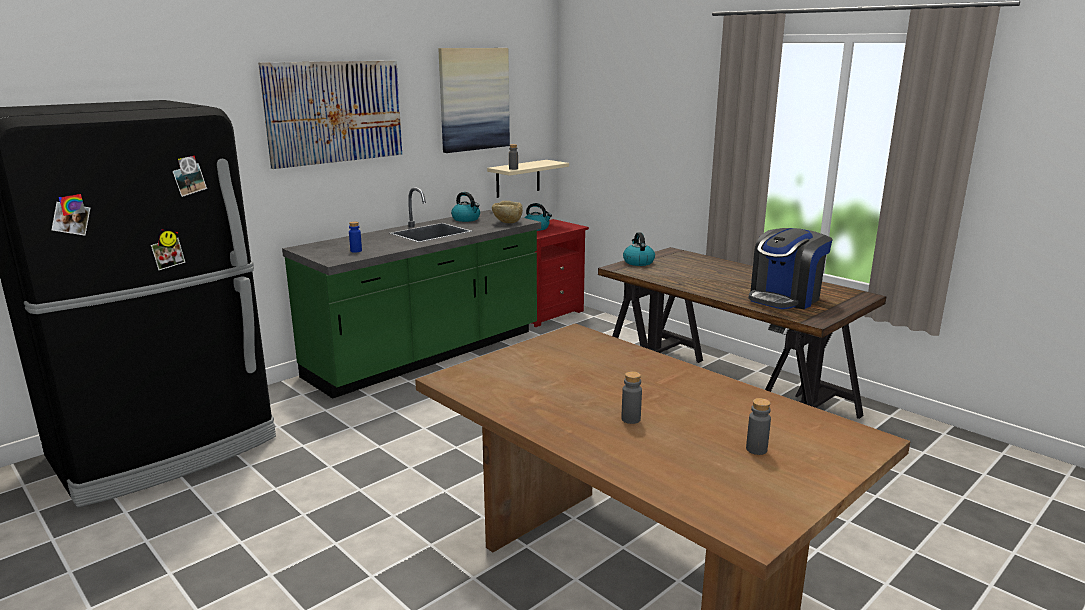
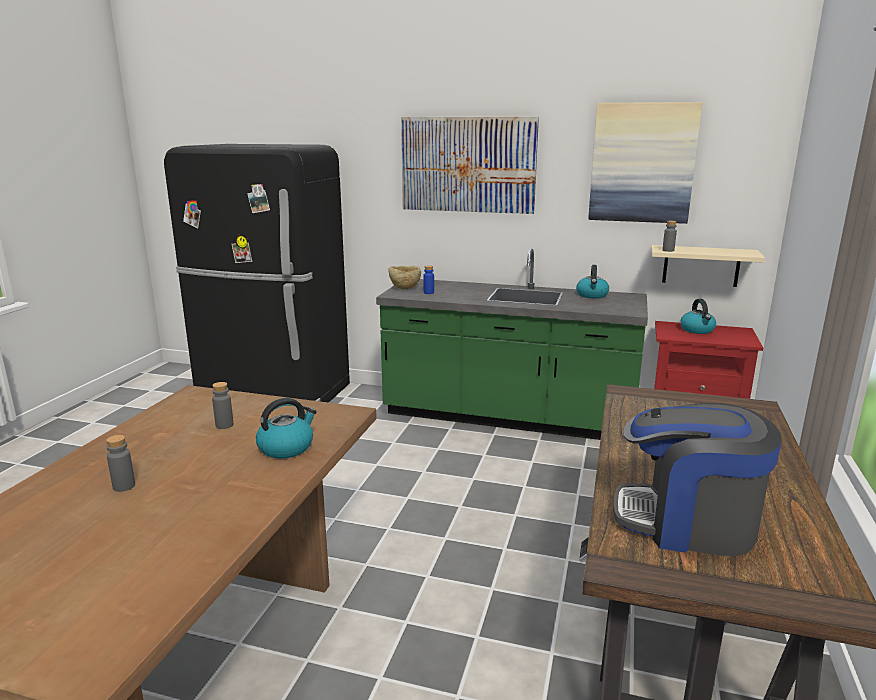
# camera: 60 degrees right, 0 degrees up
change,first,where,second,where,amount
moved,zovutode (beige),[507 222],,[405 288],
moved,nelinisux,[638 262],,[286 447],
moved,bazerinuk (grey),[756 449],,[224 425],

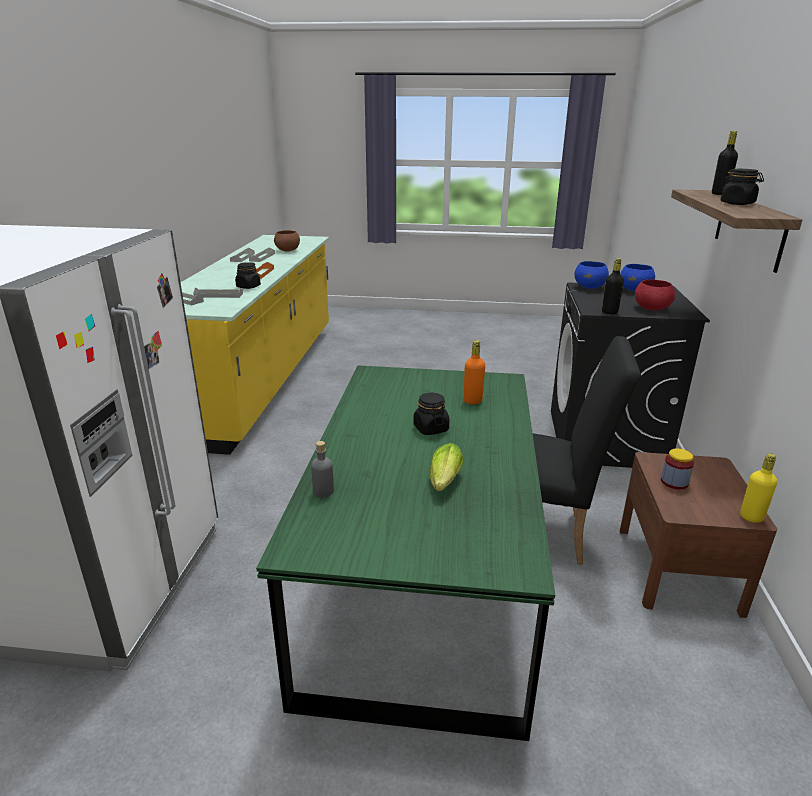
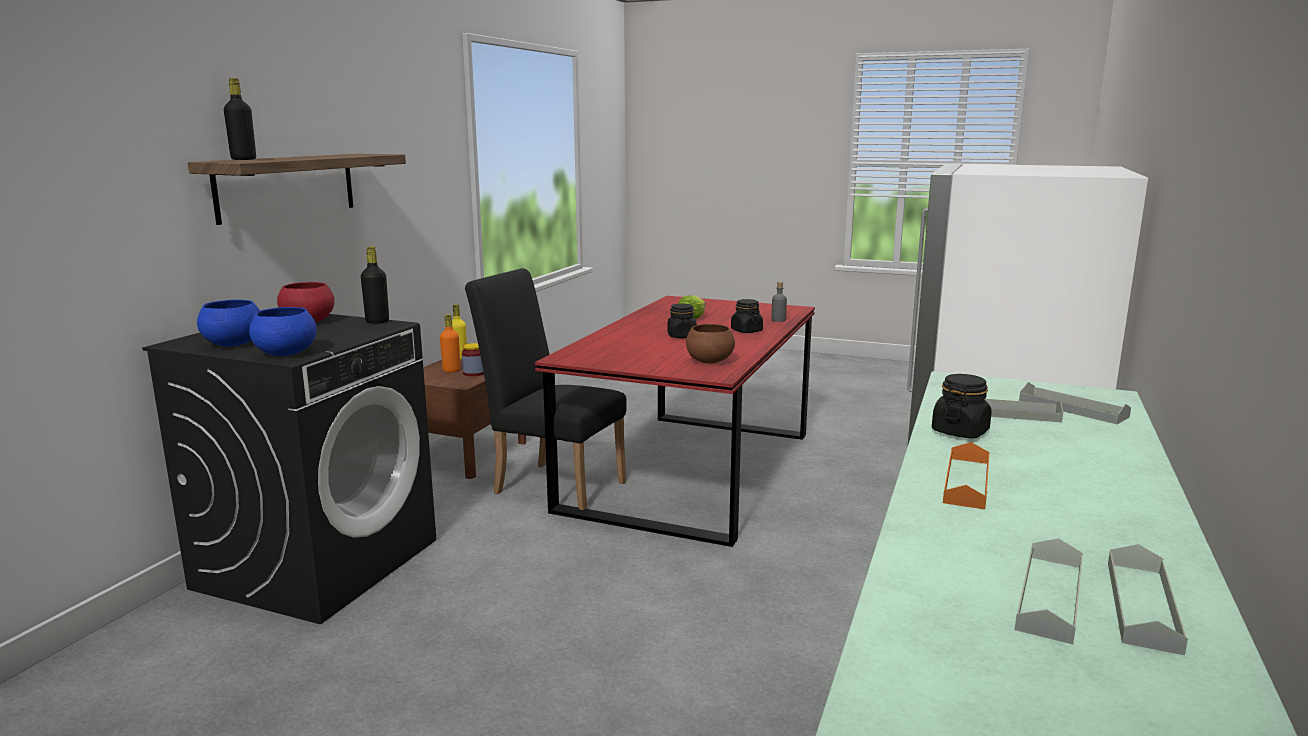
# camera: 165 degrees left, 10 degrees down
change,first,where,second,where,amount
moved,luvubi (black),[737 203],,[746 331],
moved,zovutode (brown),[288 250],,[709 361],
moved,bazerinuk (orange),[472 401],,[451 370],
recoloured,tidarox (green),[420 582],tidarox (red),[692 470],

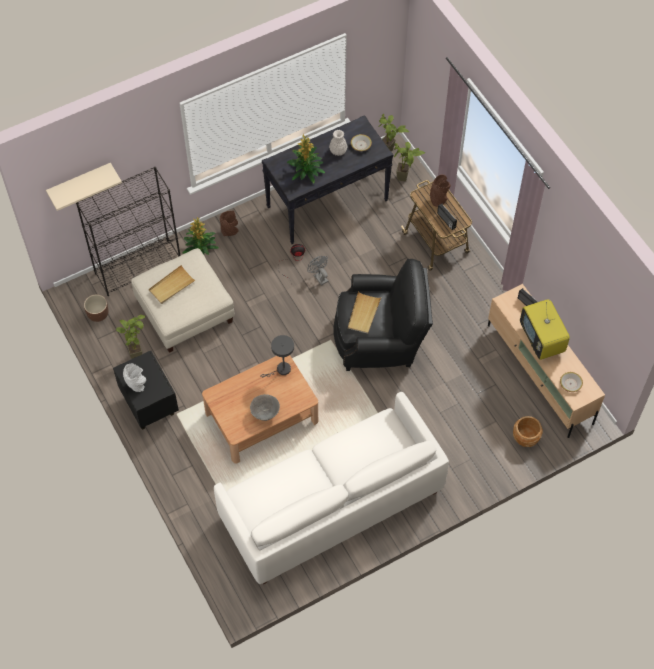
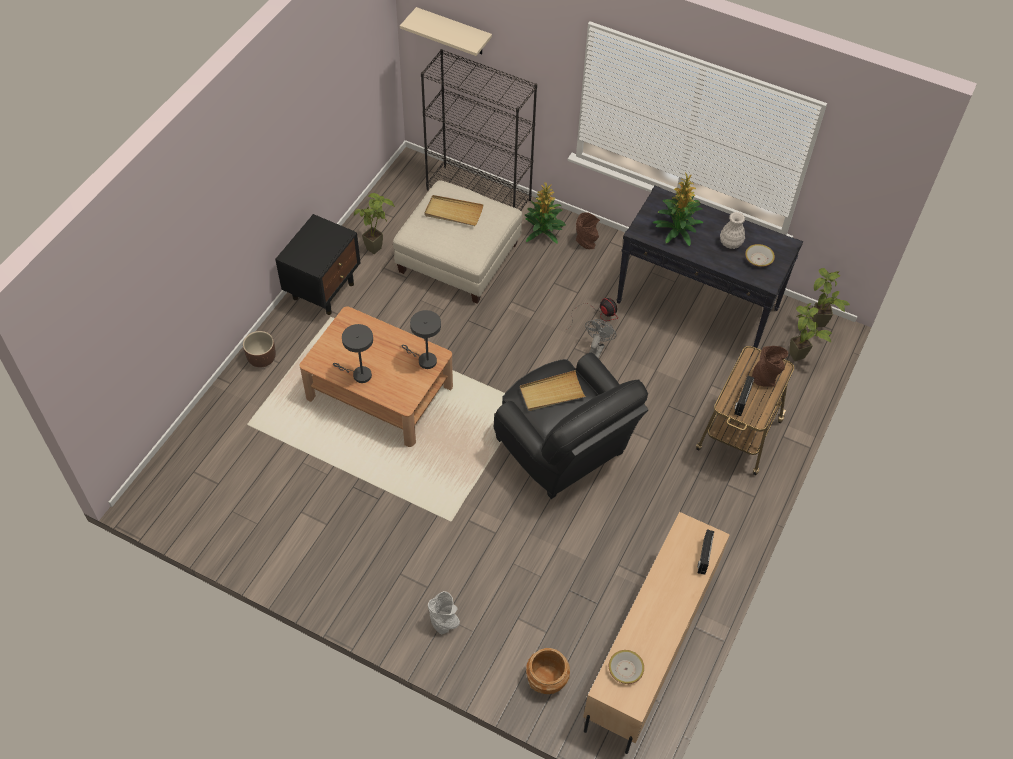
# camera: 55 degrees right, 5 degrees down
change,first,where,second,where,amount
moved,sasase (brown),[98 314],,[261 358],
removed,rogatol,[542 340],,,
moved,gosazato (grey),[136 385],,[444 622],
removed,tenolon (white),[331 504],,,
replaced,zovutode (grey),[265 413],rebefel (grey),[359 374],

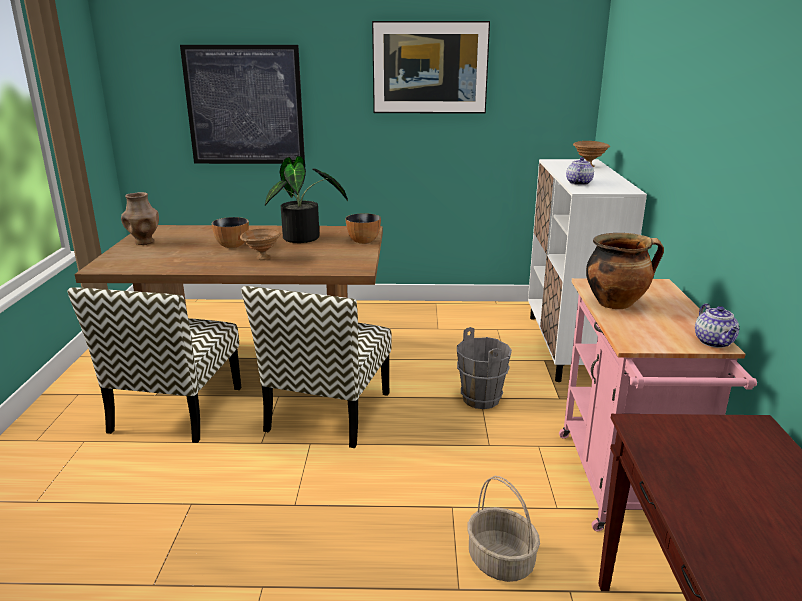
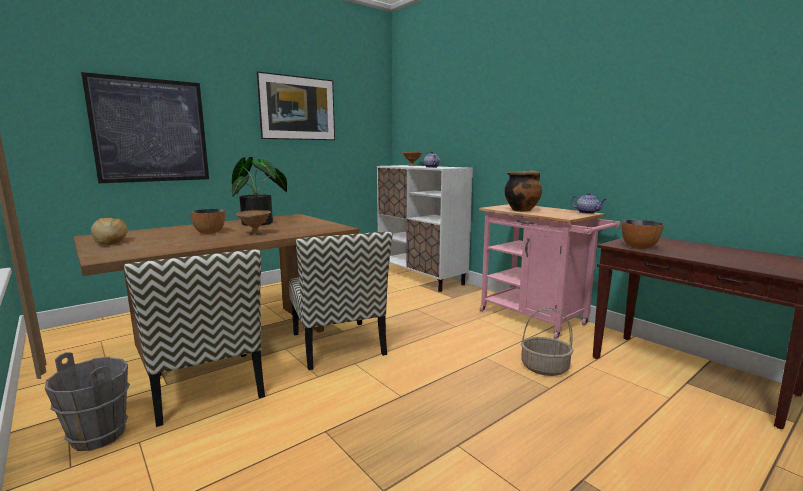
# camera: 40 degrees left, 10 degrees down
change,first,where,second,where,amount
replaced,gosazato (brown),[144 242],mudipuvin,[110 242],
moved,zovutode,[363 241],,[639 247],
moved,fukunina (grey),[481 399],,[99 435],

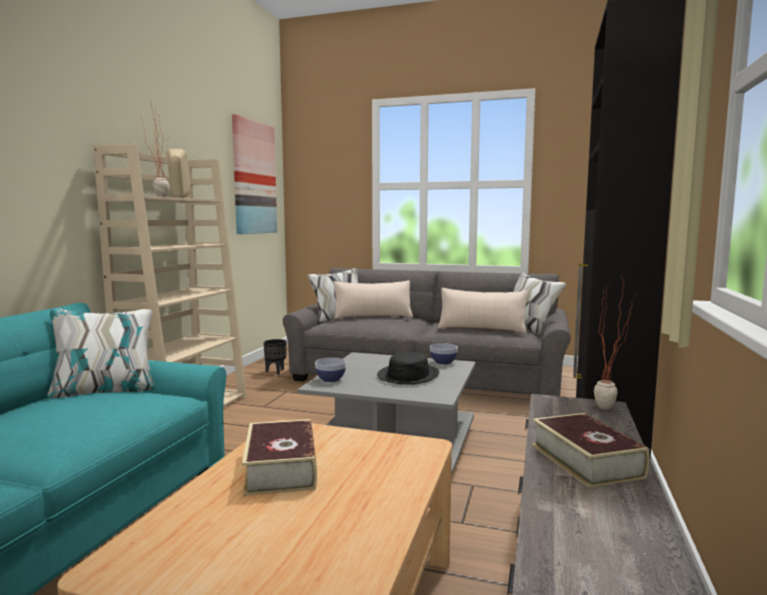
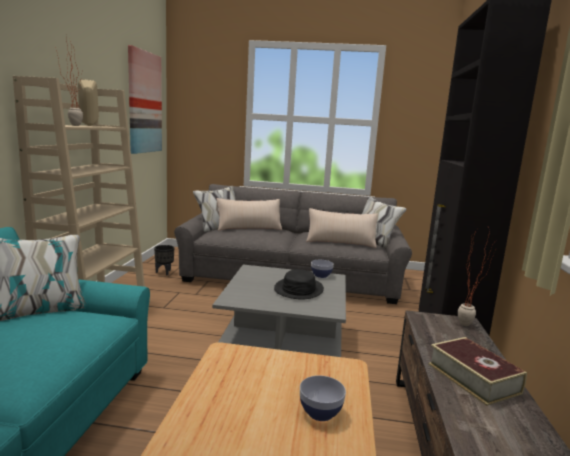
# camera: 10 degrees left, 5 degrees up
change,first,where,second,where,amount
moved,zovutode,[330 379],,[320 412],
removed,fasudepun,[281 468],,,

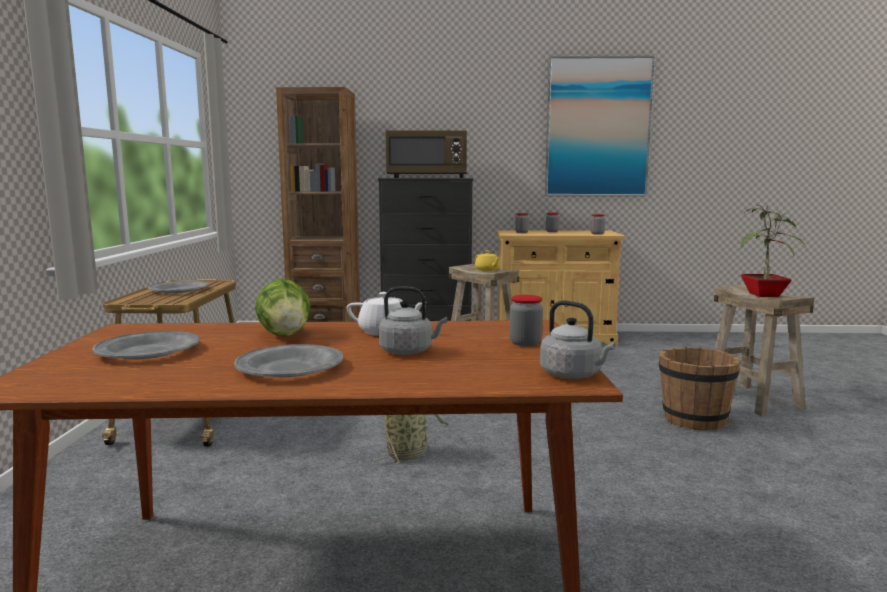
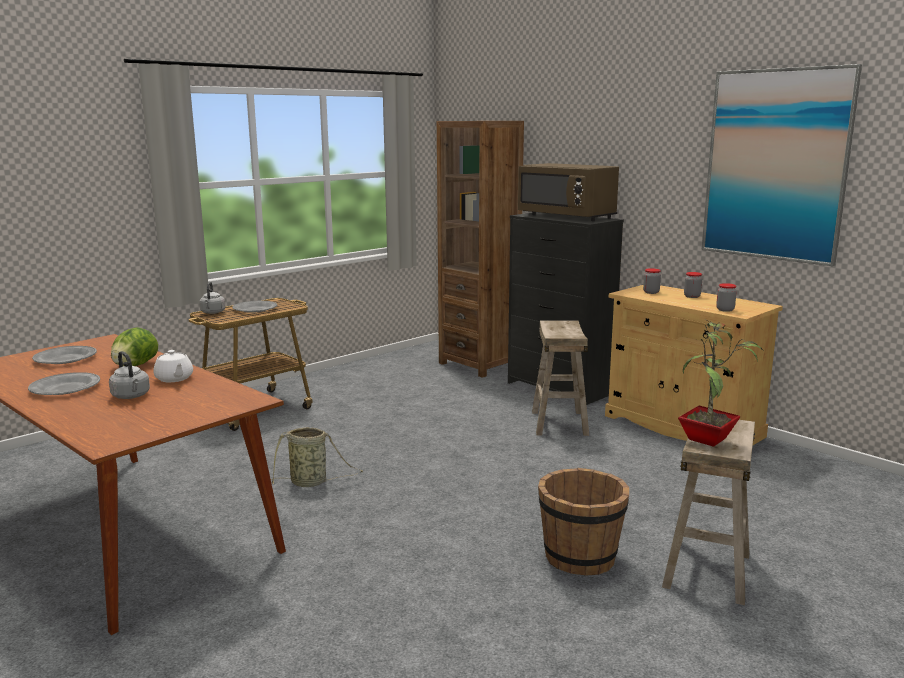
# camera: 45 degrees right, 5 degrees up
change,first,where,second,where,amount
removed,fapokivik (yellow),[487 270],,,
removed,luvubi,[525 343],,,
moved,nelinisux (grey),[573 375],,[212 312],

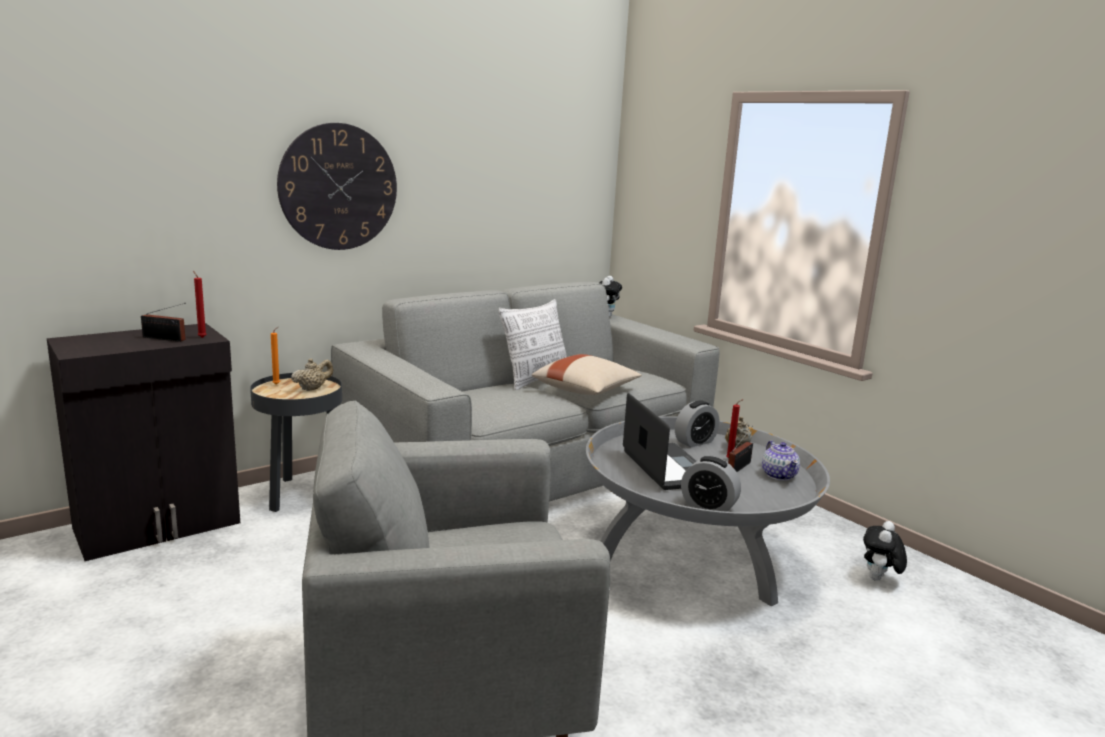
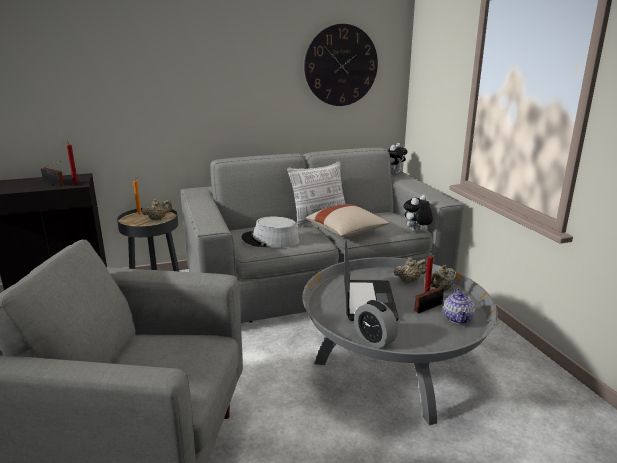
# camera: 20 degrees right, 5 degrees up
change,first,where,second,where,amount
moved,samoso,[338 187],,[341 65],
replaced,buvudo,[695 442],fapokivik (beige),[409 281],
moved,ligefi,[879 579],,[416 231],
added,,,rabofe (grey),[270 240],

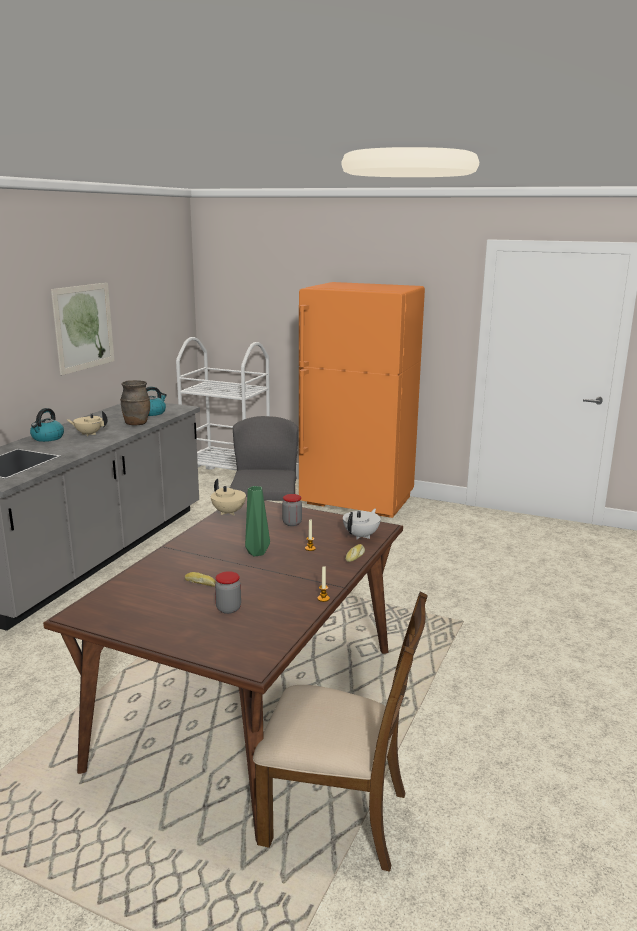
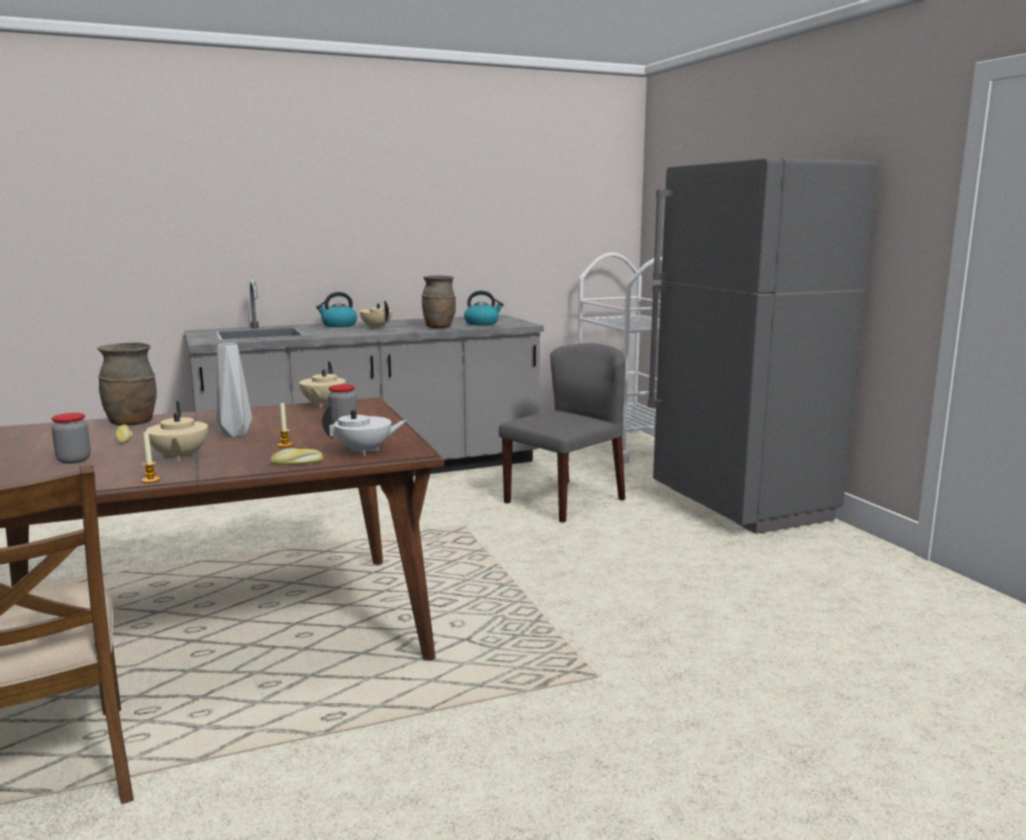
# camera: 45 degrees right, 5 degrees down
change,first,where,second,where,amount
recoloured,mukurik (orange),[357 503],mukurik (grey),[741 506],
removed,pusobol,[84 327],,,
recoloured,gosazato (green),[255 552],gosazato (grey),[235 434],
added,,,gosazato (brown),[132 423],
added,,,fapokivik (beige),[179 457],

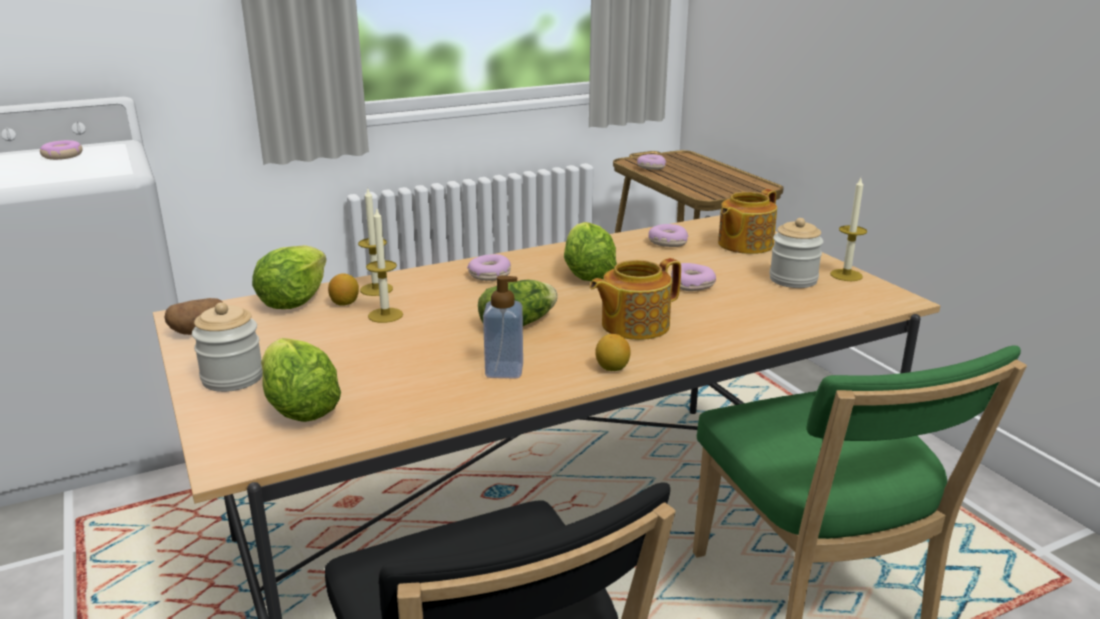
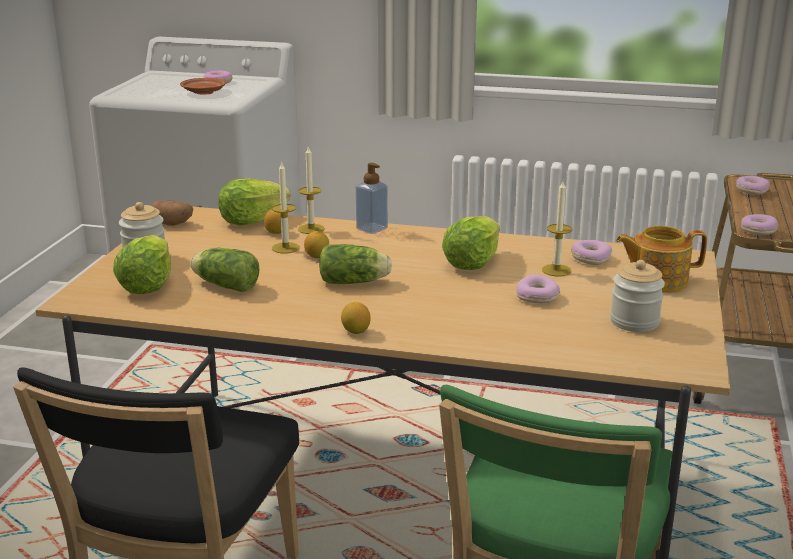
# camera: 40 degrees right, 0 degrees up
change,first,where,second,where,amount
moved,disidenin,[846 275],,[556 270],
moved,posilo,[489 275],,[758 230],
removed,fapokivik,[633 325],,,
moved,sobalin,[504 371],,[372 229],
added,,,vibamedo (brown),[203 92],
added,,,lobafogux,[317 256],
added,,,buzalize,[224 285],

